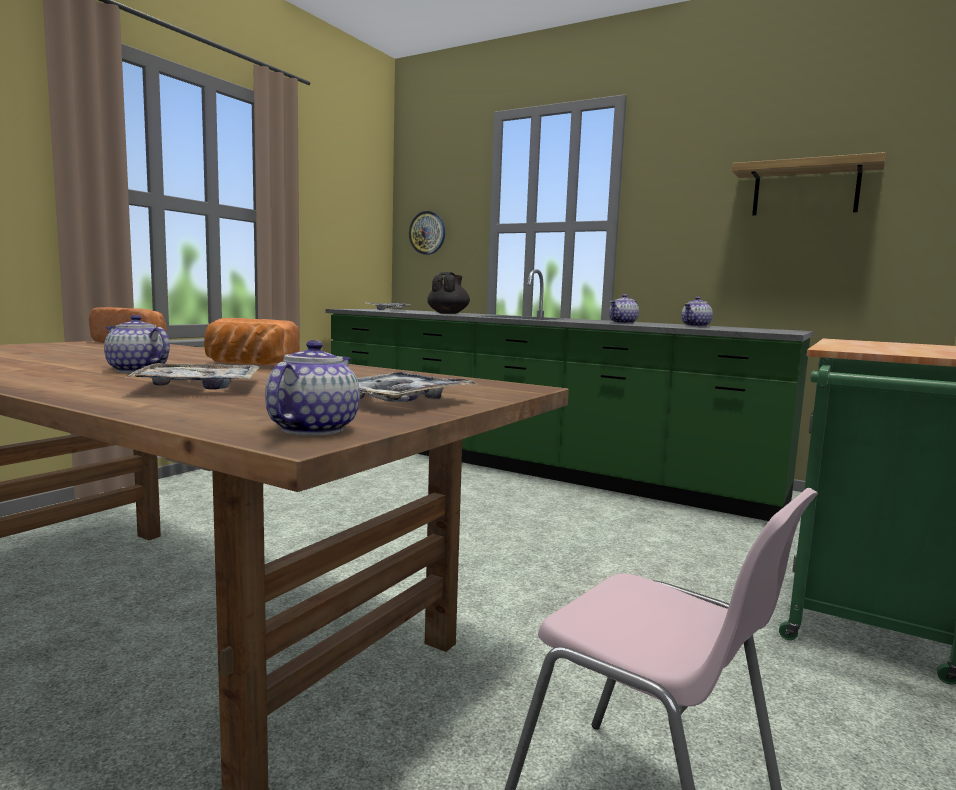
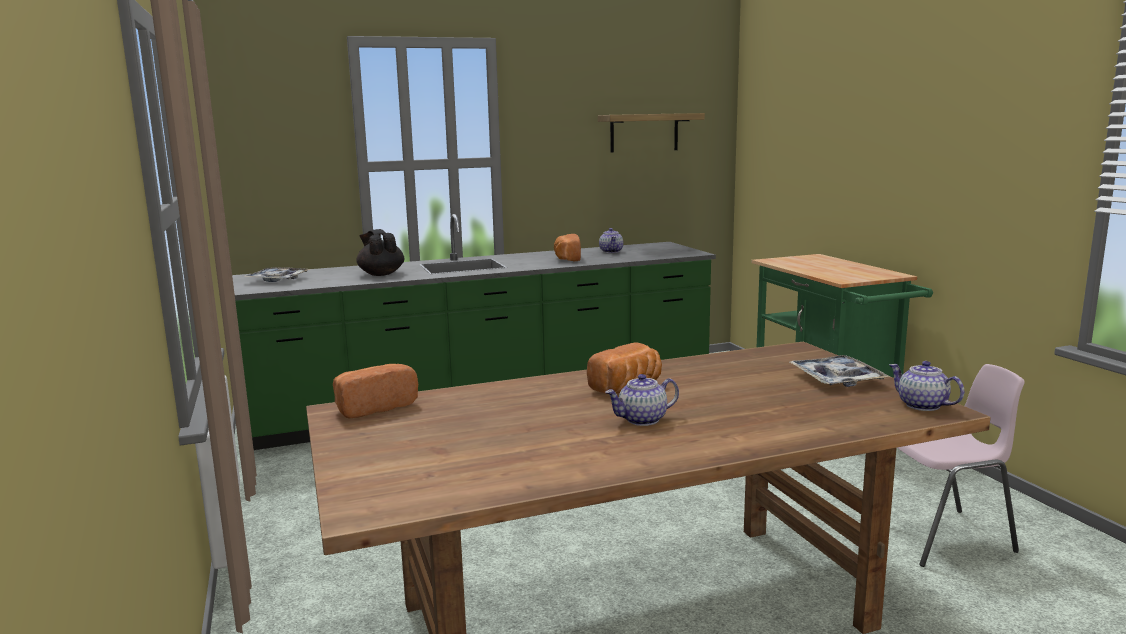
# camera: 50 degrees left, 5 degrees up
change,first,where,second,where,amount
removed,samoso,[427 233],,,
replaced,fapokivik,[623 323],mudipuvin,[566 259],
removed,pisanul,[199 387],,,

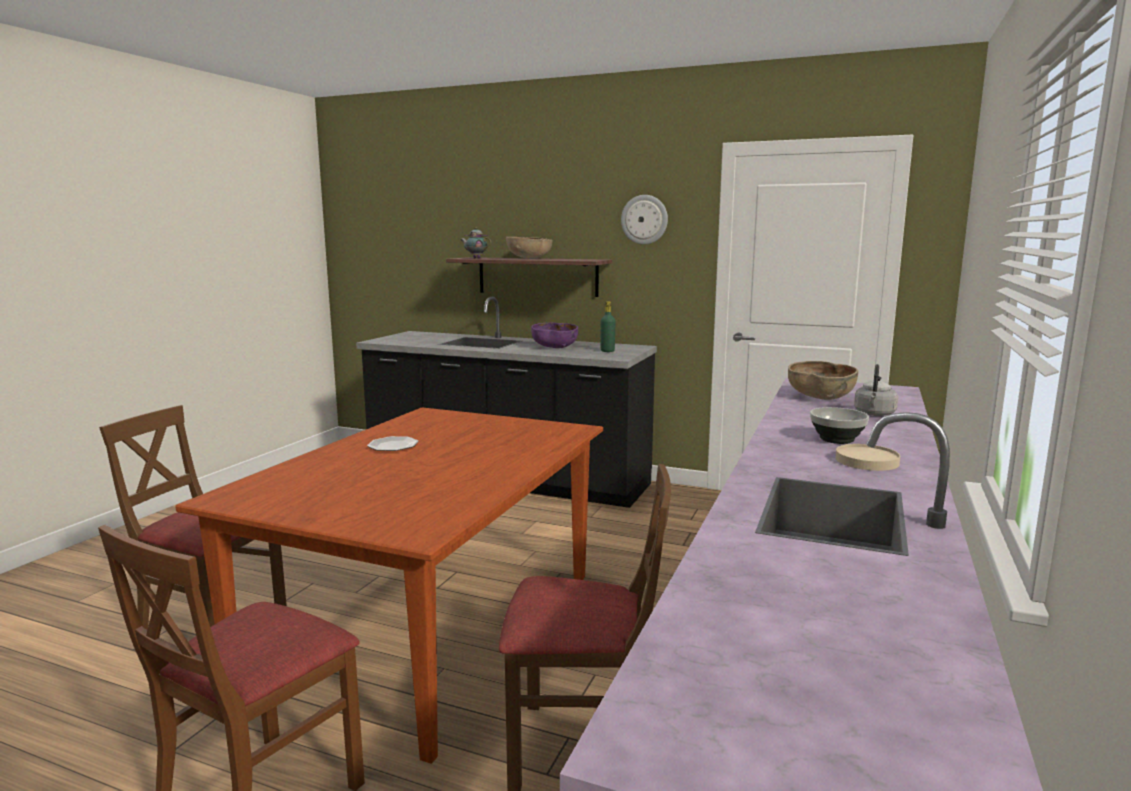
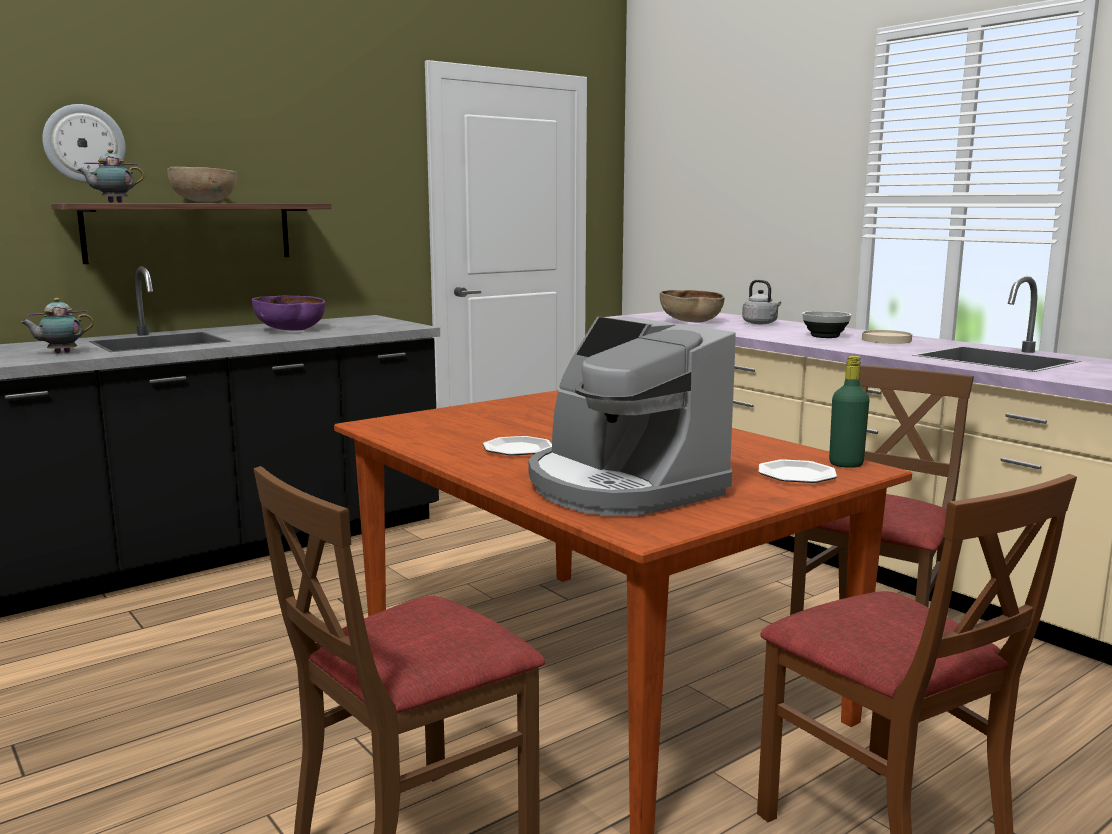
# camera: 60 degrees left, 0 degrees up
change,first,where,second,where,amount
moved,samoso,[644 219],,[84 144],
moved,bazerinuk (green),[607 351],,[846 464],
added,,,fapokivik,[60 353],
added,,,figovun,[621 487],
added,,,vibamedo,[796 475],

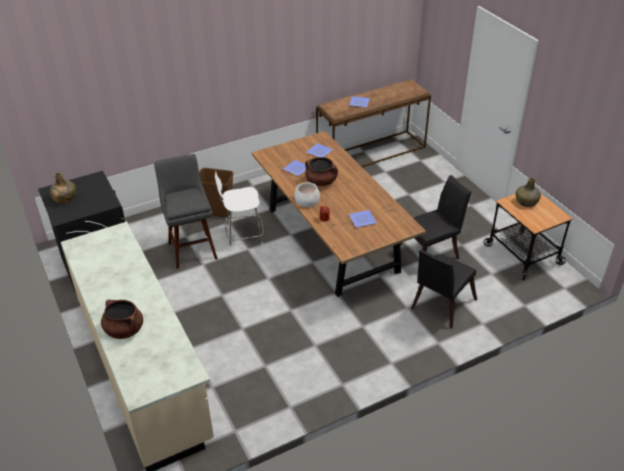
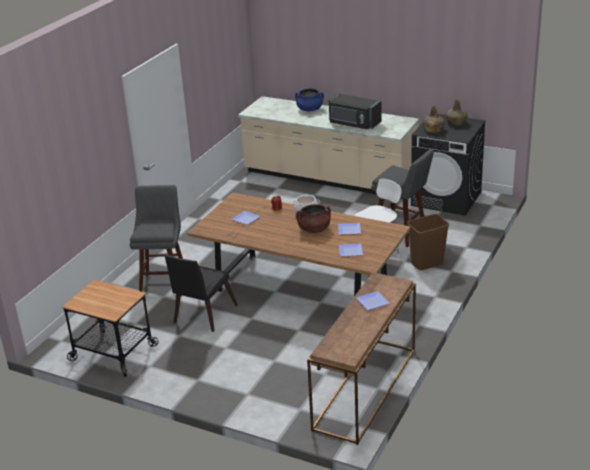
# camera: 145 degrees right, 10 degrees down
change,first,where,second,where,amount
moved,bazerinuk (green),[526 202],,[433 130],
replaced,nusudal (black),[440 306],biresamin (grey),[164 283],
recoloured,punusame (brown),[124 330],punusame (blue),[310 109],
added,,,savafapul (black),[354 124],

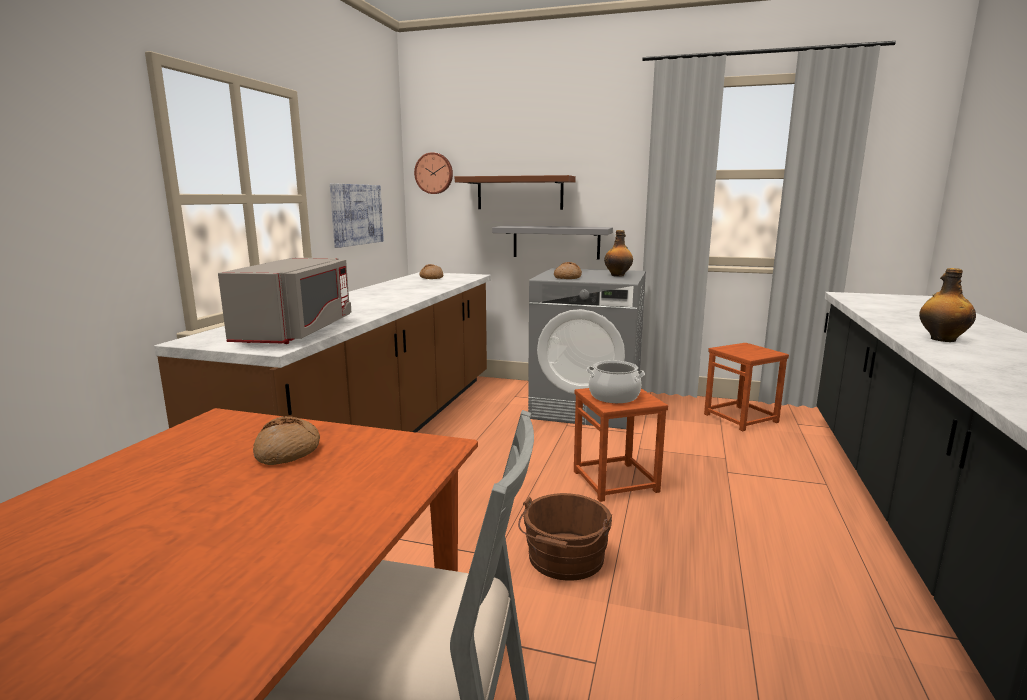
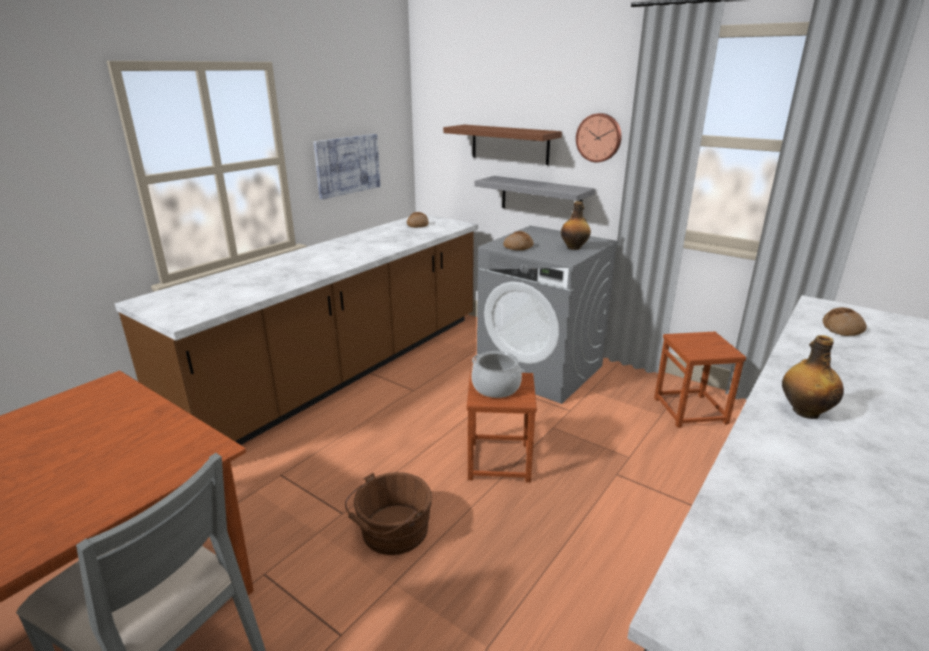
# camera: 20 degrees right, 10 degrees up
change,first,where,second,where,amount
moved,samoso,[434 173],,[599 137],
removed,savafapul (grey),[296 332],,,
moved,mudipuvin,[288 452],,[842 329],

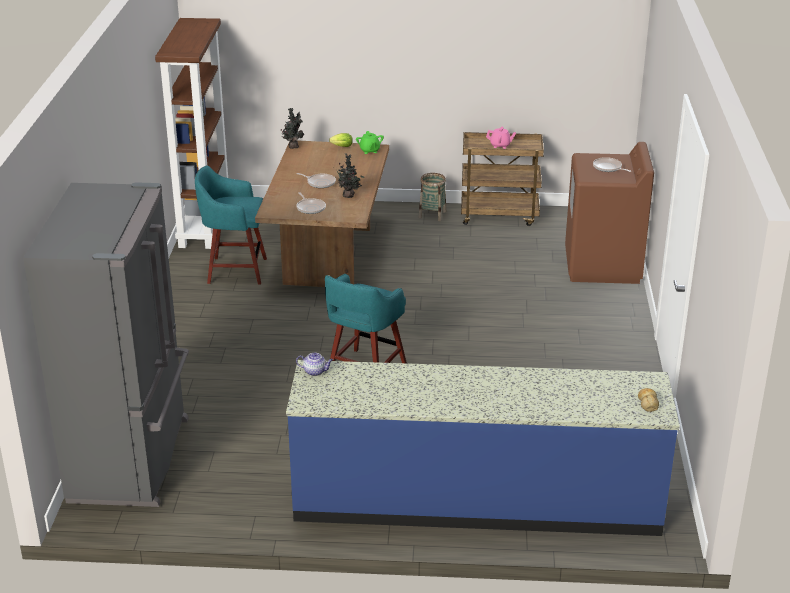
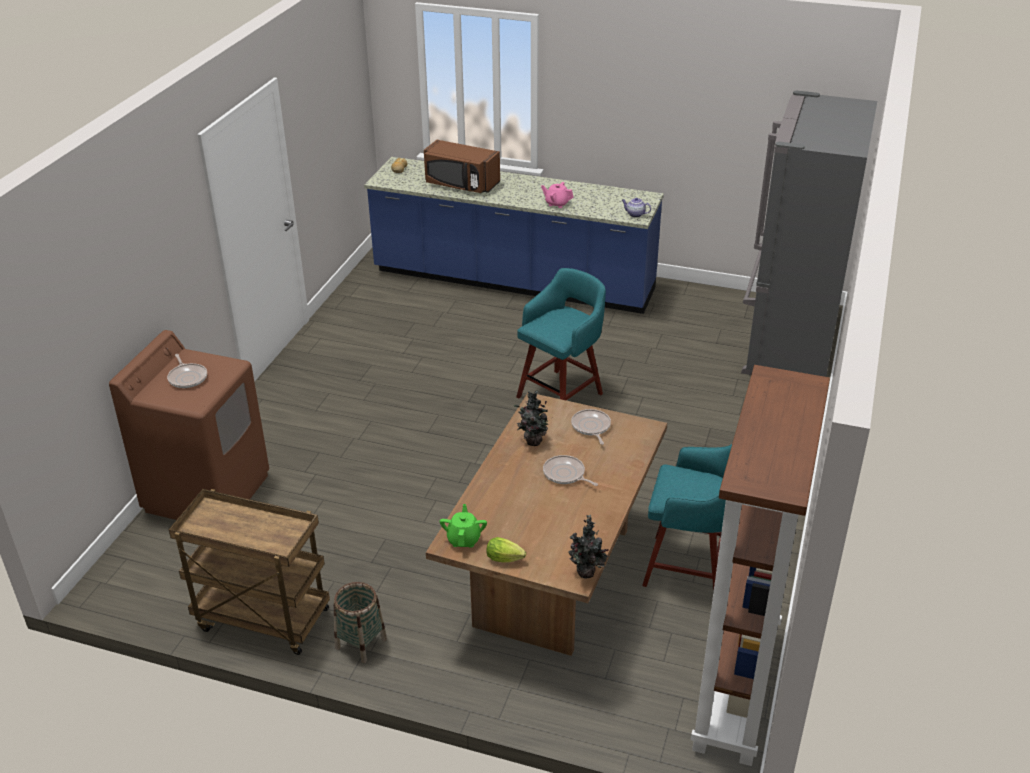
# camera: 165 degrees left, 5 degrees up
change,first,where,second,where,amount
moved,fapokivik (pink),[500 145],,[557 203],
added,,,savafapul (brown),[461 184],

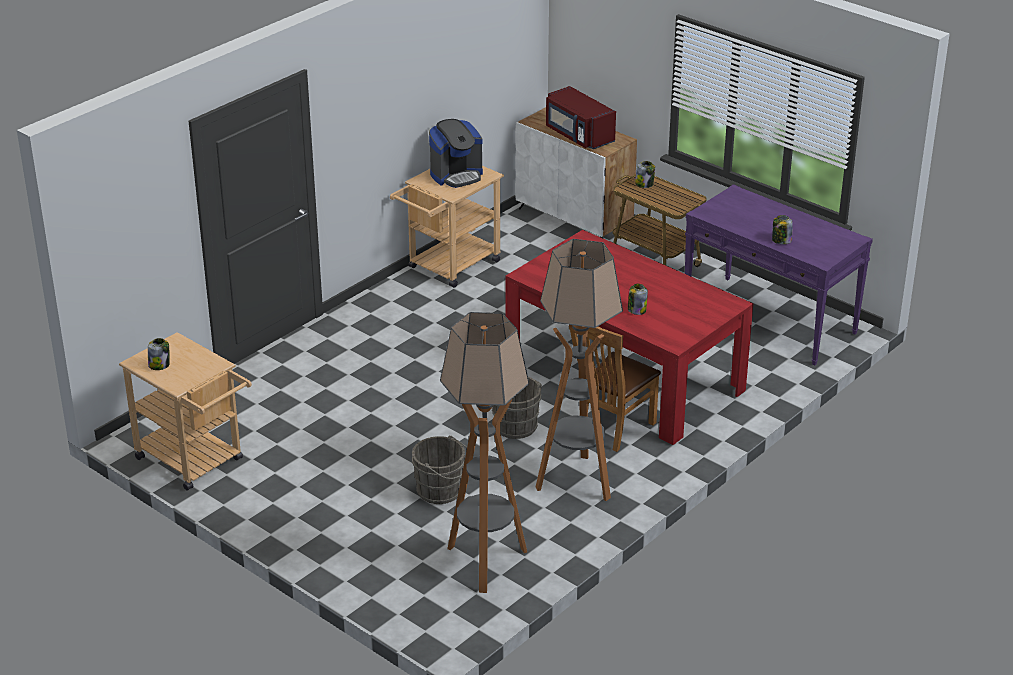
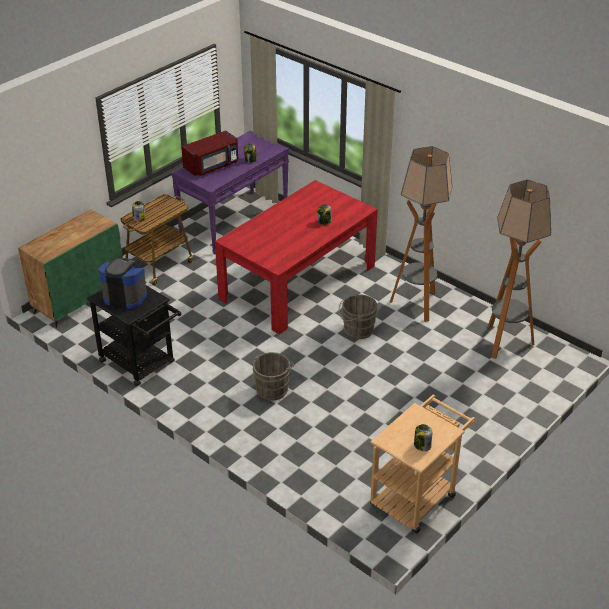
# camera: 90 degrees left, 5 degrees up
change,first,where,second,where,amount
moved,savafapul (red),[578 135],,[212 166],
recoloured,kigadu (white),[574 218],kigadu (green),[79 299],
turned,figovun,[456 175],,[125 296],45 degrees counterclockwise
recoloured,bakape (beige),[449 267],bakape (black),[141 364],
removed,nusudal (brown),[612 430],,,
moved,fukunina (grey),[442 491],,[273 388],

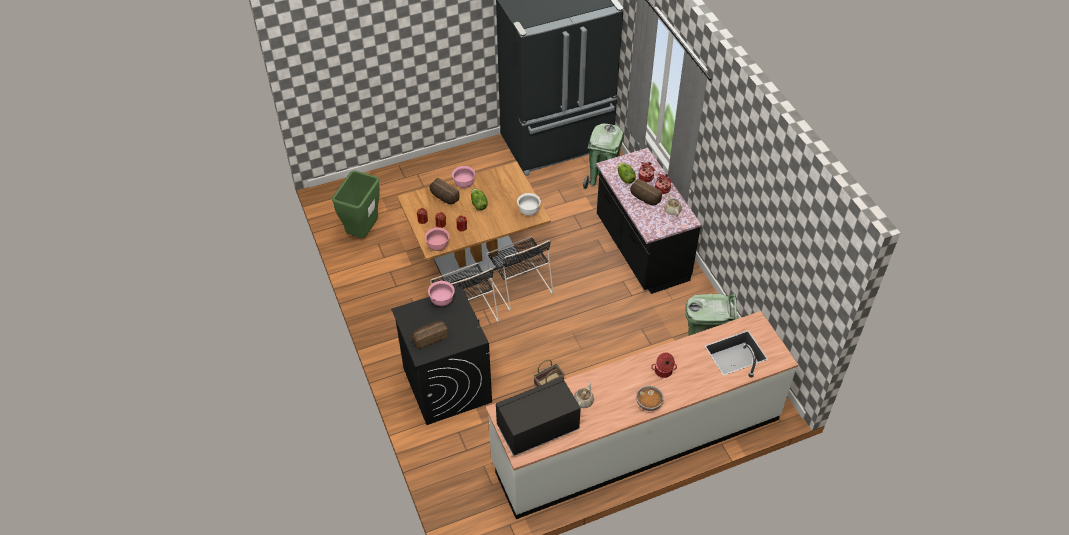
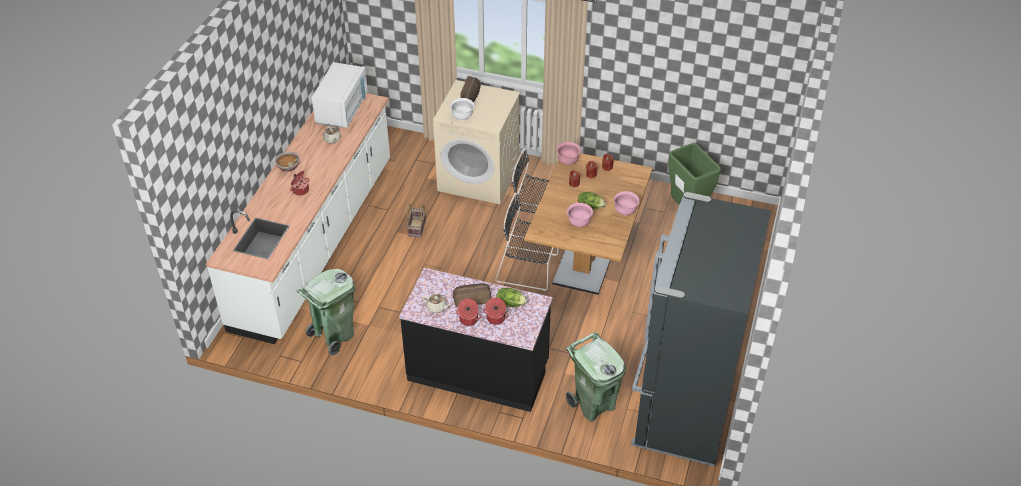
# camera: 130 degrees right, 5 degrees down
change,first,where,second,where,amount
removed,mudipuvin,[443 197],,,
moved,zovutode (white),[528 211],,[462 117],
moved,zovutode (pink),[442 301],,[579 223],
recoloured,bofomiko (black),[446 385],bofomiko (beige),[479 178],
recoloured,savafapul (black),[537 428],savafapul (white),[342 109],

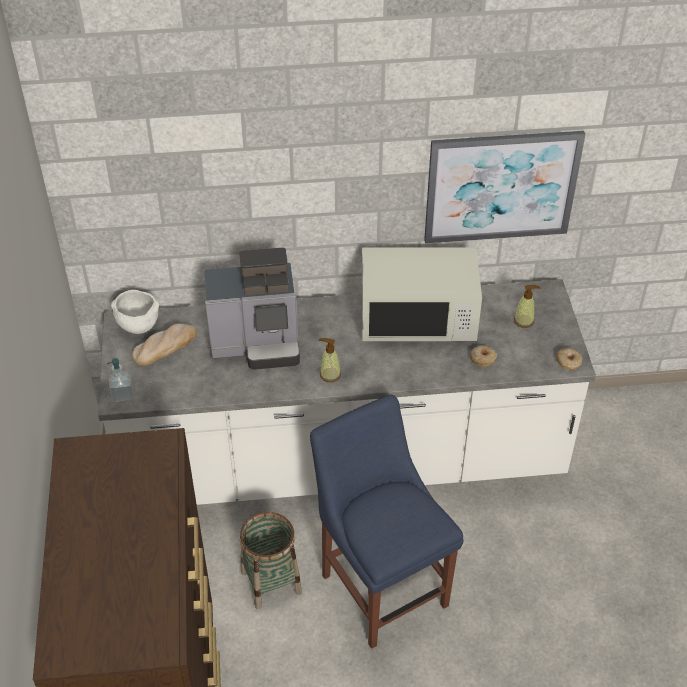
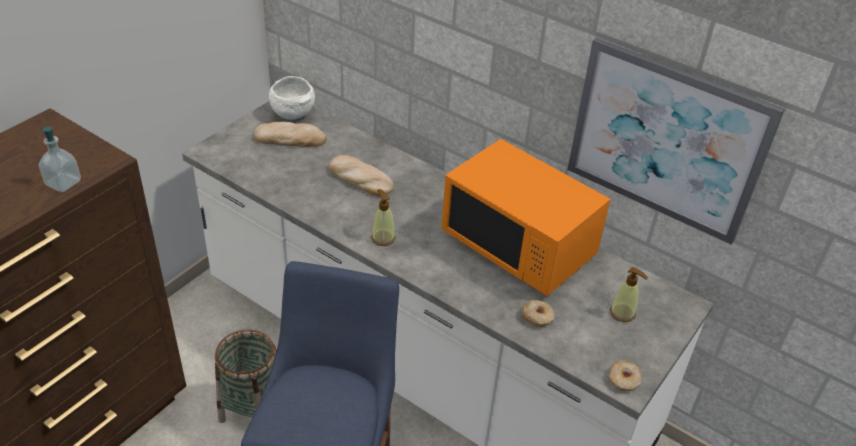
# camera: 40 degrees right, 5 degrees down
change,first,where,second,where,amount
replaced,figovun,[258 343],mudipuvin,[360 179],
recoloured,savafapul (white),[418 319],savafapul (orange),[518 246],
moved,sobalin,[122 394],,[63 183],

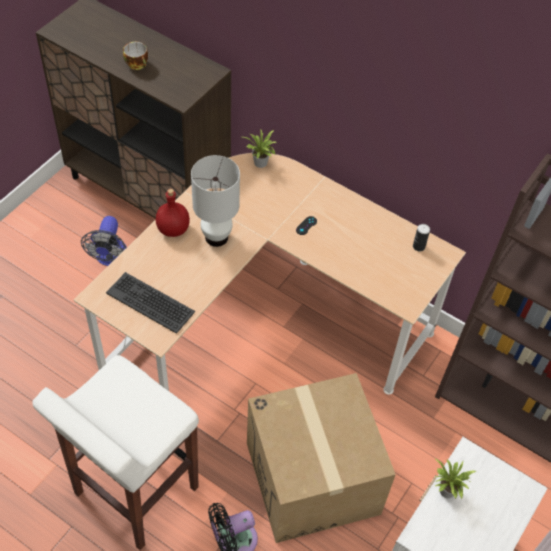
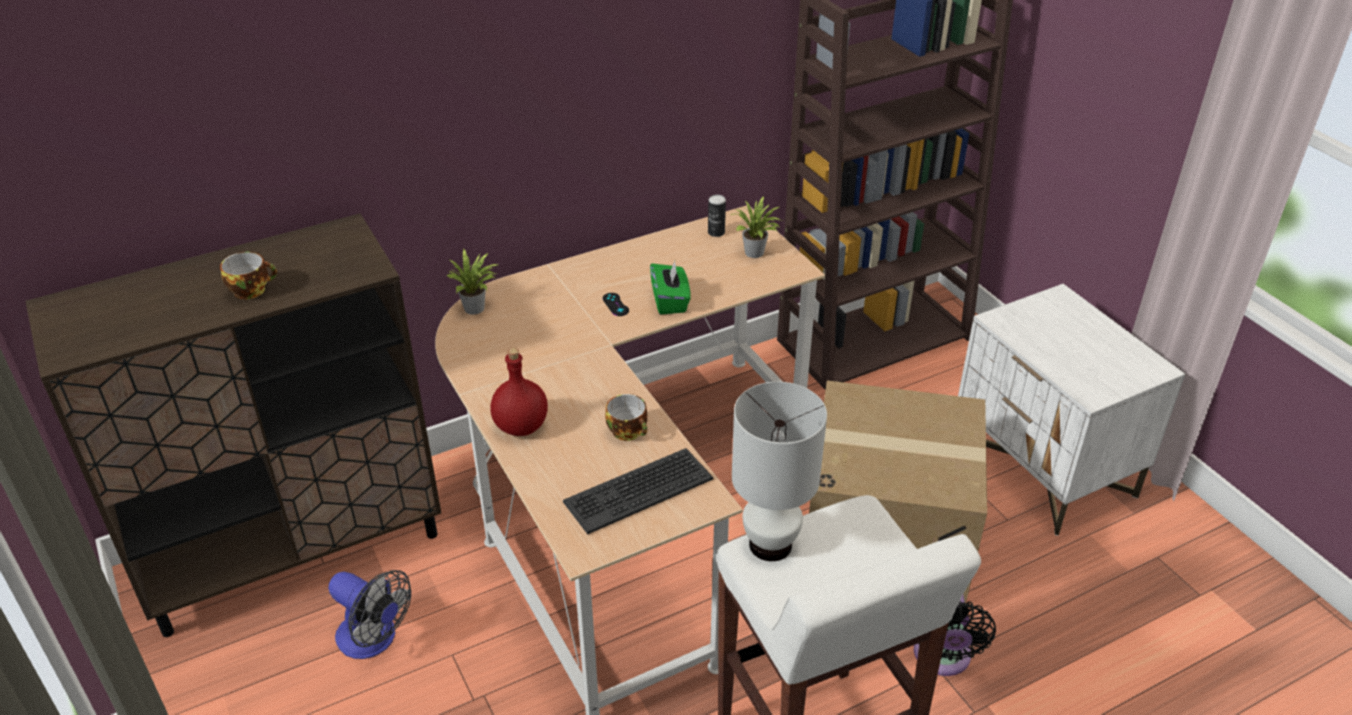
# camera: 60 degrees left, 15 degrees down
change,first,where,second,where,amount
moved,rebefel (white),[217 237],,[770 544],
moved,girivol,[446 492],,[756 254],
added,,,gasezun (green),[670 301],
added,,,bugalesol,[629 432],

